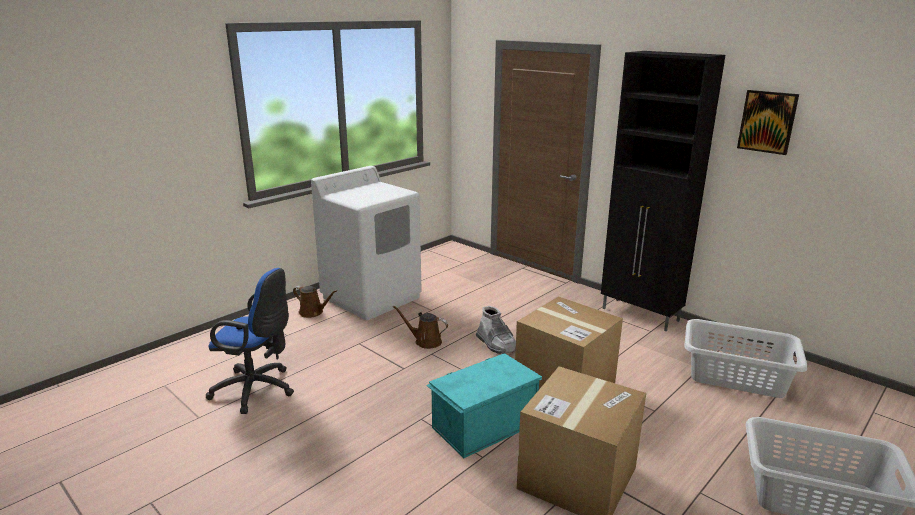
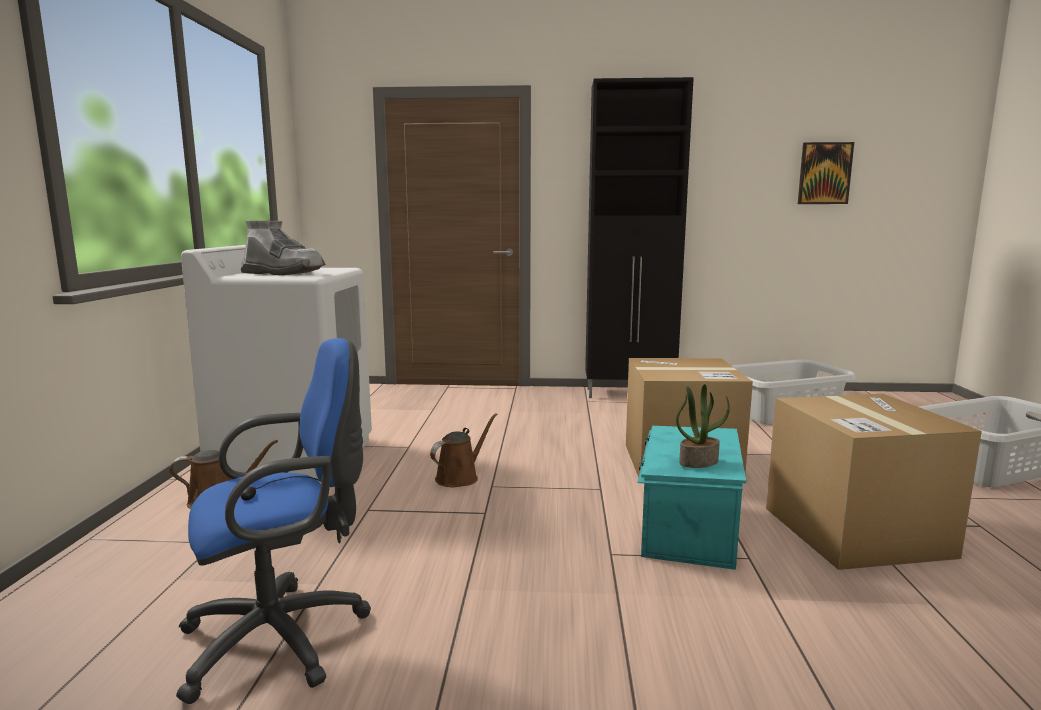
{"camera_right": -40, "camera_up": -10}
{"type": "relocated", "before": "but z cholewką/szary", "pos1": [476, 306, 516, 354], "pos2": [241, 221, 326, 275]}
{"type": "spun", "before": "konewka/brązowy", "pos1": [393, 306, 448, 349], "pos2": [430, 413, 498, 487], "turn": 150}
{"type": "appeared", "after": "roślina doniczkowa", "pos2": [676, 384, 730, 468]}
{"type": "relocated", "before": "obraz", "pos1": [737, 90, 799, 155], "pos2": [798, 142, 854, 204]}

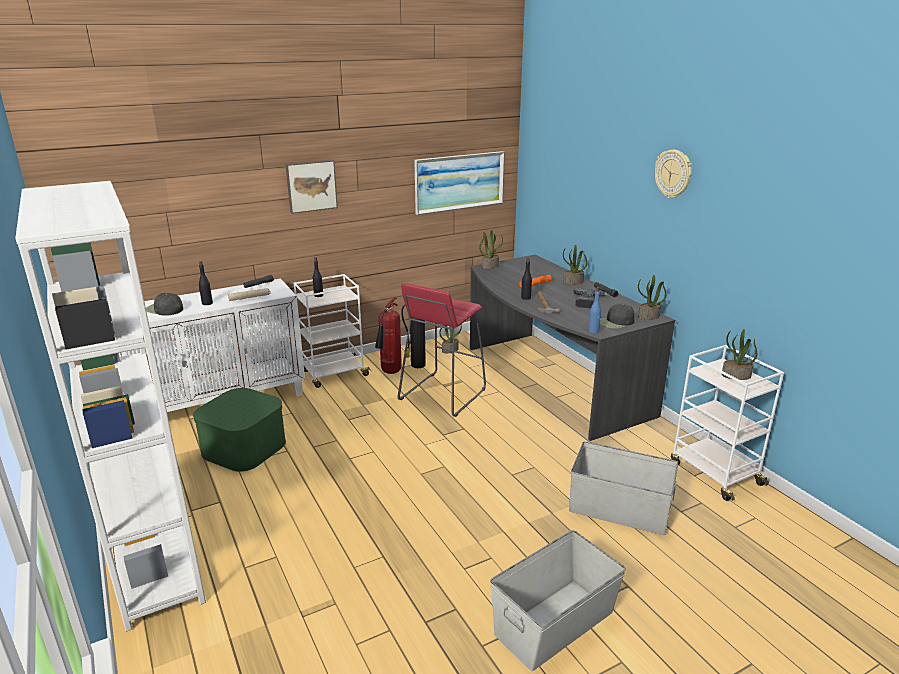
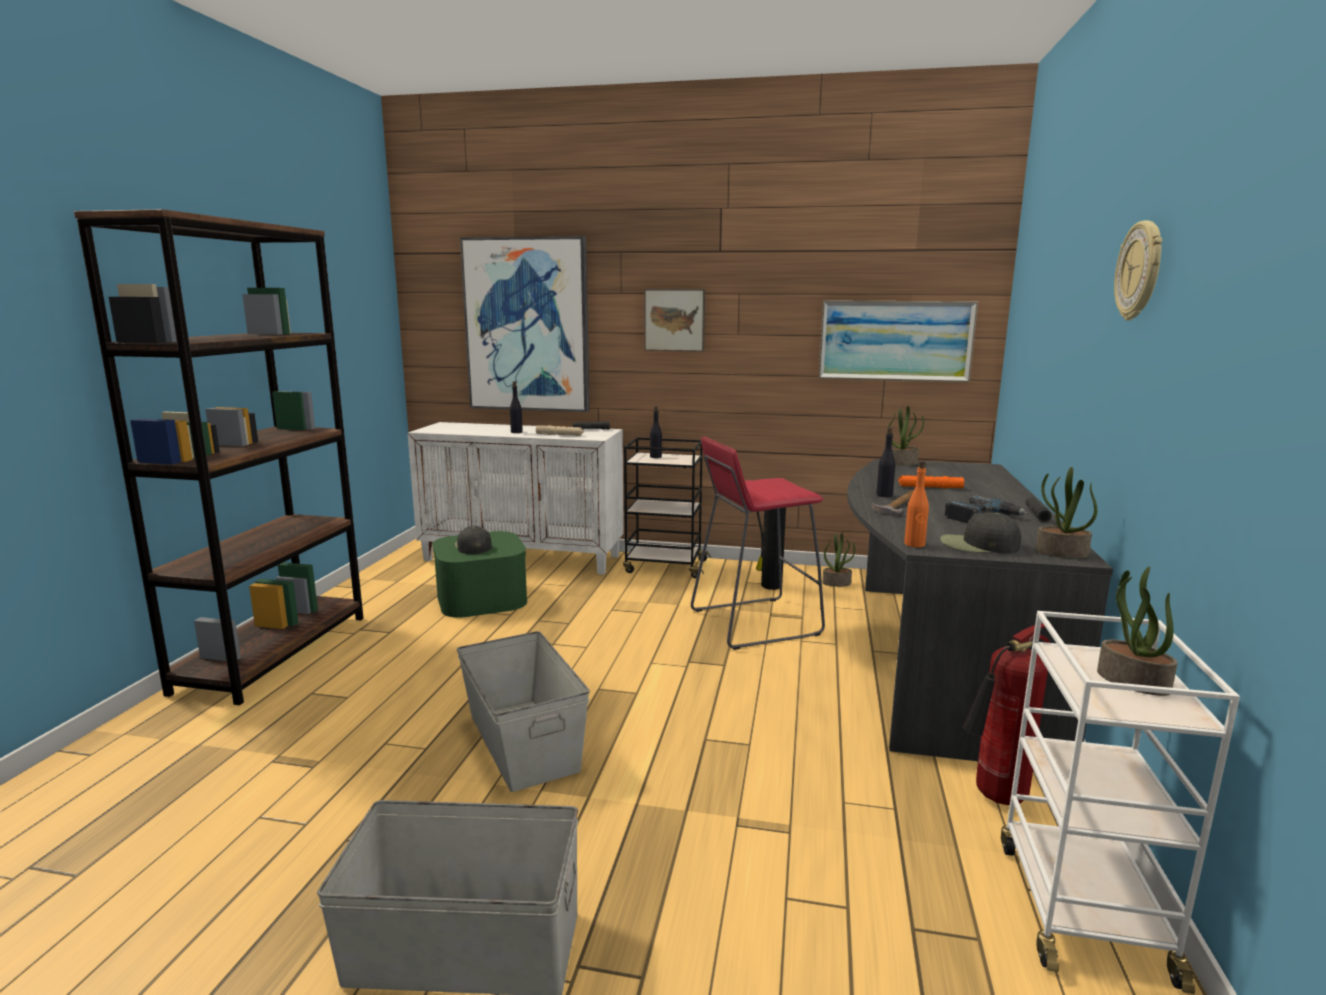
{"camera_right": 40, "camera_up": -10}
{"type": "colour", "before": "regał/biały", "after": "regał/brązowy", "pos1": [15, 181, 206, 632], "pos2": [74, 209, 364, 705]}
{"type": "relocated", "before": "czapka z daszkiem/czarny", "pos1": [146, 293, 183, 316], "pos2": [455, 526, 492, 554]}
{"type": "relocated", "before": "pojemnik do przechowywania/szary", "pos1": [569, 441, 678, 535], "pos2": [457, 631, 590, 792]}
{"type": "appeared", "after": "obraz", "pos2": [460, 236, 590, 412]}
{"type": "colour", "before": "wózek/biały", "after": "wózek/czarny", "pos1": [294, 274, 372, 388], "pos2": [623, 437, 711, 578]}
{"type": "colour", "before": "butelka/niebieski", "after": "butelka/pomarańczowy", "pos1": [588, 287, 601, 333], "pos2": [904, 460, 929, 548]}
{"type": "relocated", "before": "gaśnica", "pos1": [375, 298, 402, 374], "pos2": [963, 623, 1052, 805]}
{"type": "missing", "before": "roślina doniczkowa", "pos1": [563, 244, 587, 285]}

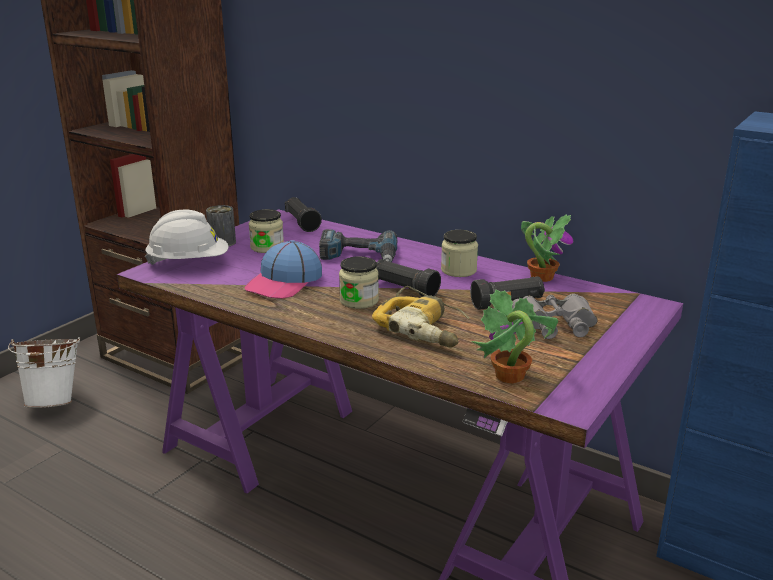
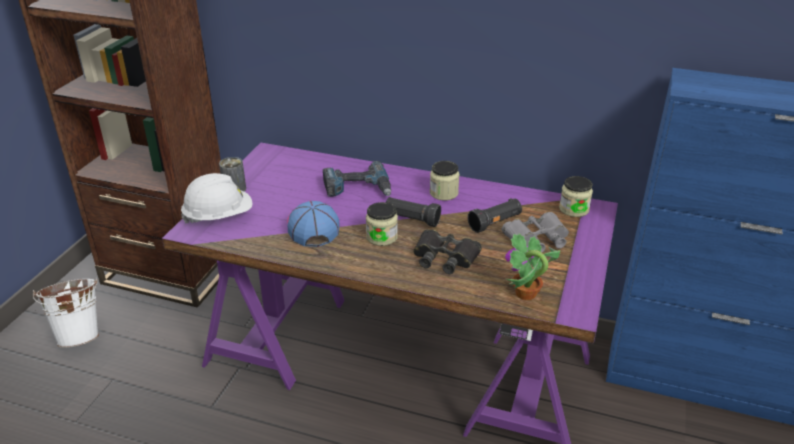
{"camera_right": -15, "camera_up": 10}
{"type": "spun", "before": "czapka z daszkiem", "pos1": [244, 240, 322, 299], "pos2": [287, 201, 340, 247], "turn": 150}
{"type": "exchanged", "before": "wiertarka", "after": "lornetka/czarny", "pos1": [372, 286, 470, 348], "pos2": [413, 230, 482, 274]}
{"type": "relocated", "before": "słoik", "pos1": [249, 209, 284, 253], "pos2": [559, 176, 593, 217]}
{"type": "missing", "before": "latarka/czarny", "pos1": [285, 197, 322, 232]}
{"type": "missing", "before": "roślina doniczkowa", "pos1": [521, 214, 573, 282]}

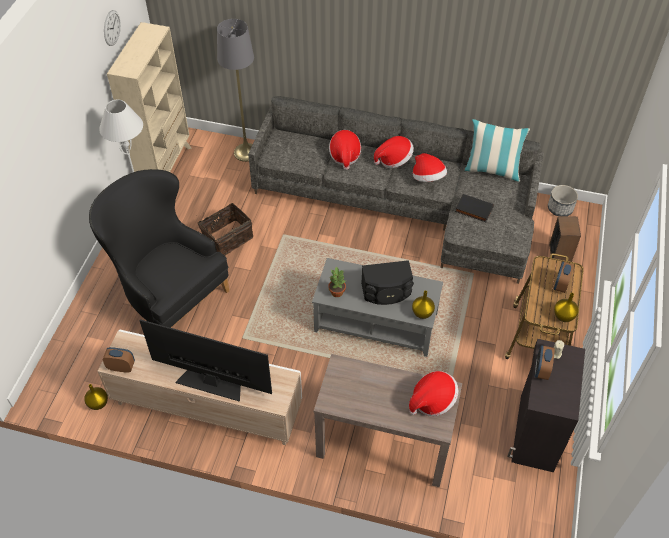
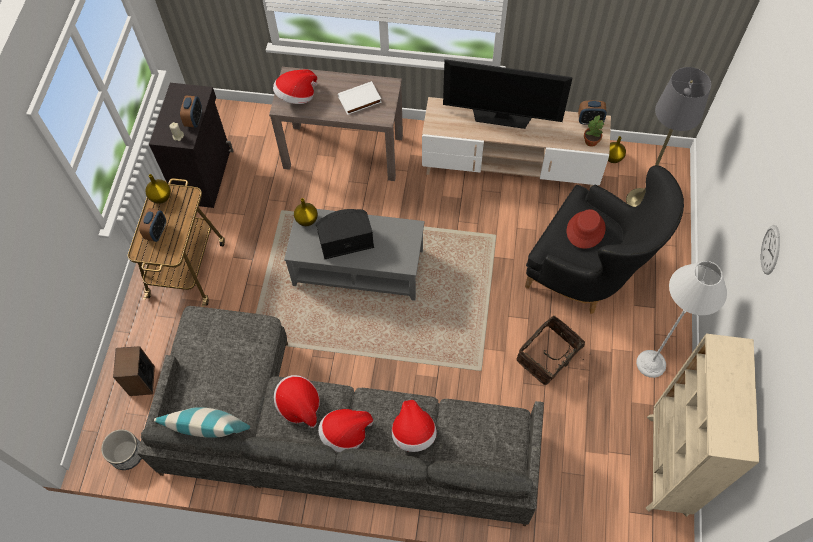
{"camera_right": 175, "camera_up": 10}
{"type": "appeared", "after": "książka/biały", "pos2": [338, 81, 382, 115]}
{"type": "appeared", "after": "kapelusz/czerwony", "pos2": [567, 209, 606, 249]}
{"type": "relocated", "before": "roślina doniczkowa", "pos1": [329, 266, 346, 297], "pos2": [584, 115, 605, 147]}
{"type": "relocated", "before": "lampa stojąca/szary", "pos1": [217, 19, 254, 162], "pos2": [626, 67, 711, 207]}
{"type": "relocated", "before": "zegar ścienny", "pos1": [104, 10, 121, 46], "pos2": [761, 225, 780, 275]}
{"type": "missing", "before": "książka/czarny", "pos1": [455, 194, 494, 222]}

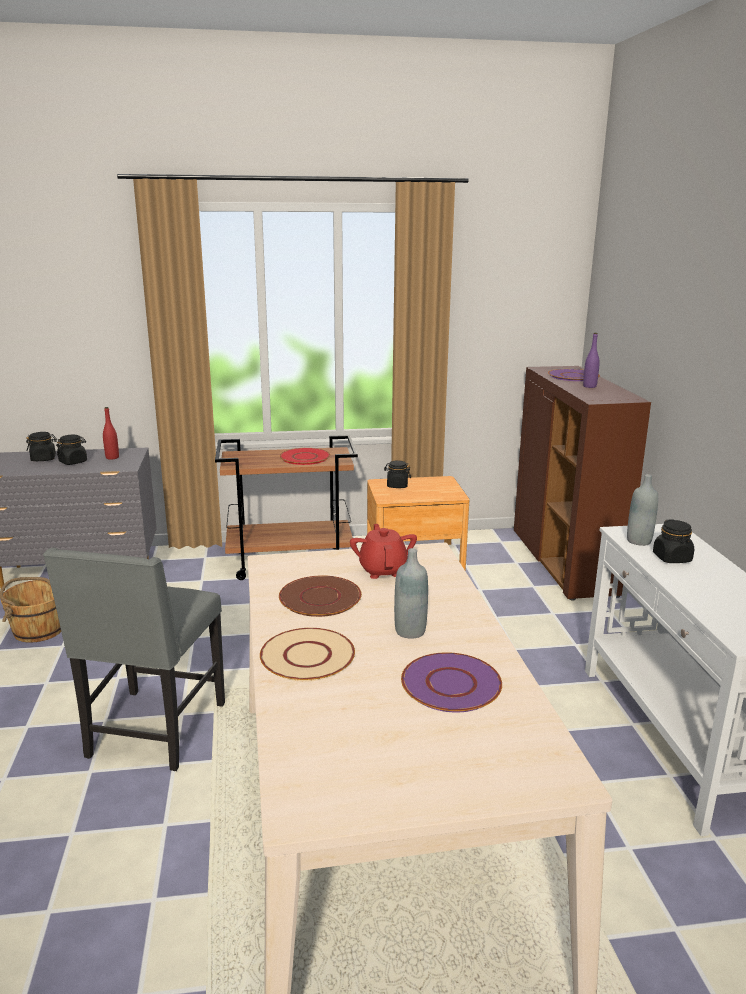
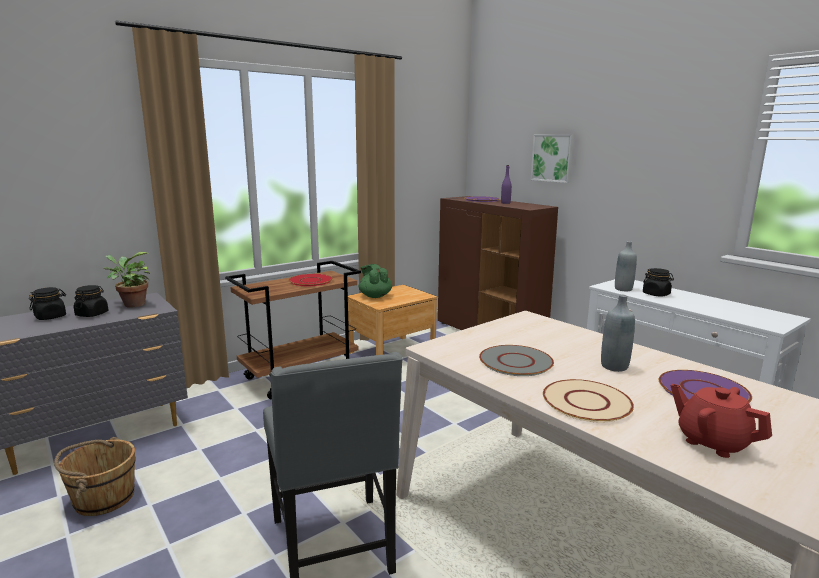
{"camera_right": -30, "camera_up": -5}
{"type": "exchanged", "before": "butelka/czerwony", "after": "roślina doniczkowa", "pos1": [103, 407, 119, 460], "pos2": [104, 252, 150, 308]}
{"type": "exchanged", "before": "słoik/czarny", "after": "imbryk/zielony", "pos1": [384, 461, 411, 488], "pos2": [359, 264, 392, 298]}
{"type": "colour", "before": "talerz/brązowy", "after": "talerz/szary", "pos1": [279, 575, 362, 617], "pos2": [479, 345, 554, 376]}
{"type": "appeared", "after": "obraz", "pos2": [531, 134, 575, 183]}
{"type": "relocated", "before": "imbryk/czerwony", "pos1": [350, 524, 417, 579], "pos2": [671, 384, 772, 458]}

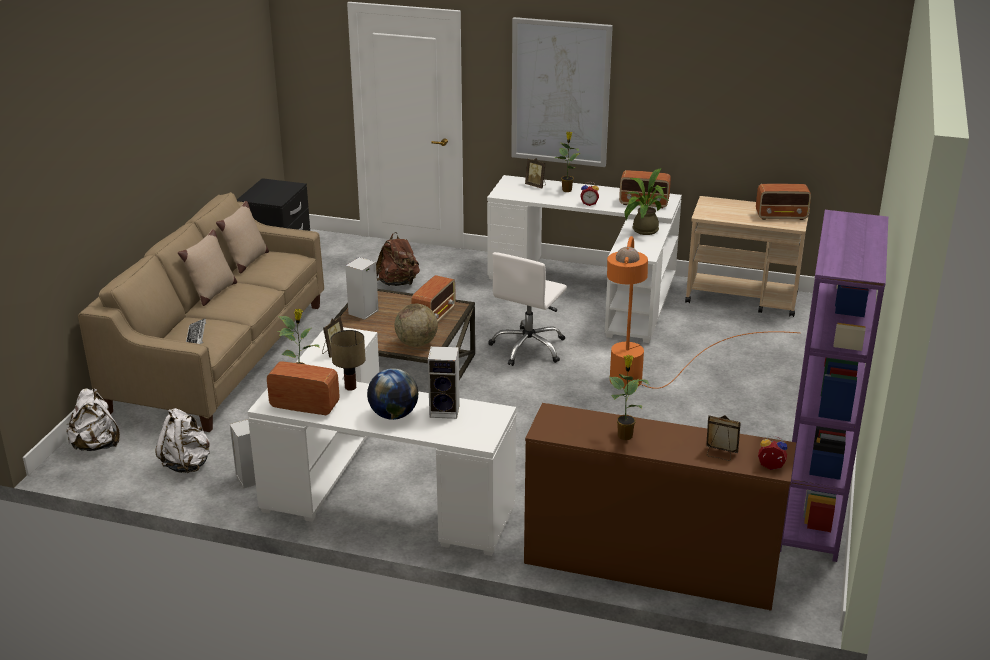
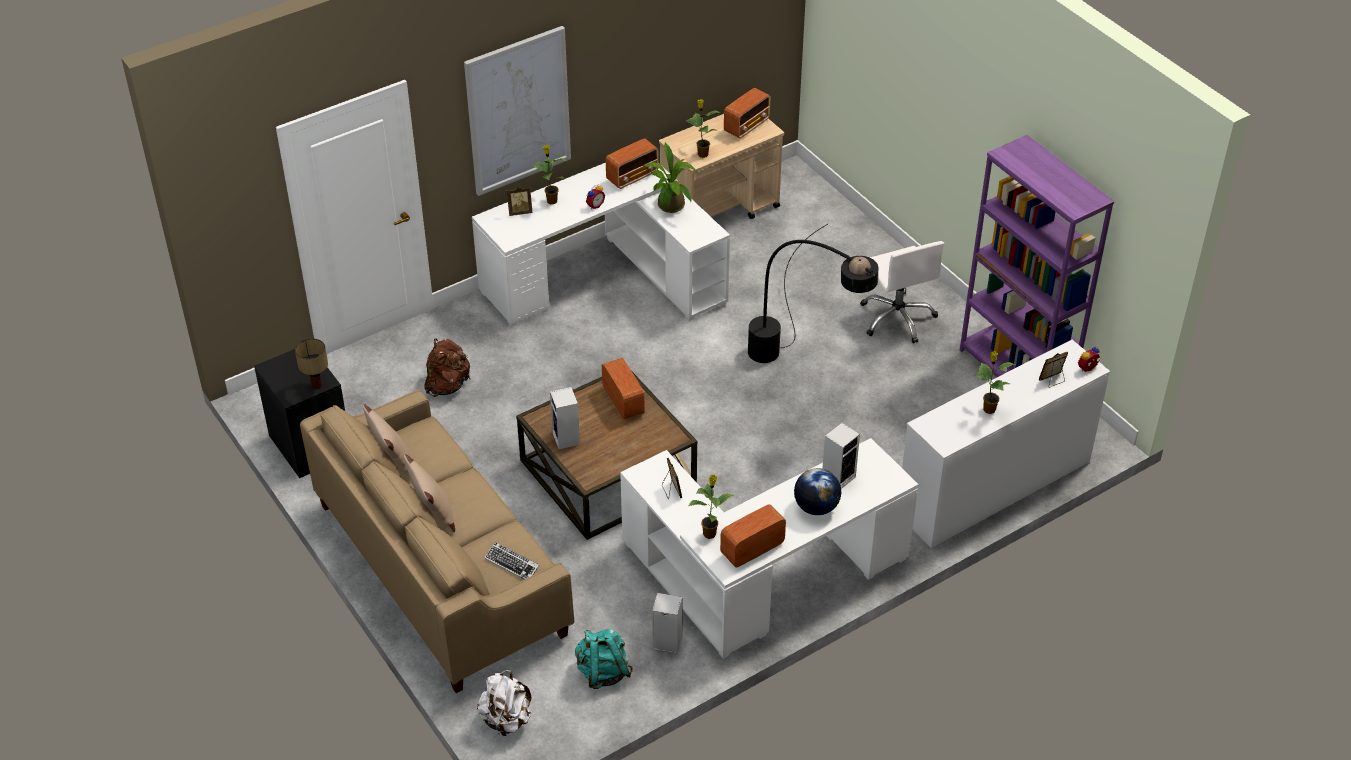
{"camera_right": -50, "camera_up": 15}
{"type": "relocated", "before": "lampa stołowa", "pos1": [330, 330, 365, 391], "pos2": [295, 338, 328, 389]}
{"type": "colour", "before": "plecak/biały", "after": "plecak/turkusowy", "pos1": [155, 408, 210, 473], "pos2": [575, 628, 633, 689]}
{"type": "appeared", "after": "roślina doniczkowa", "pos2": [686, 99, 721, 158]}
{"type": "colour", "before": "lampa stojąca/pomarańczowy", "after": "lampa stojąca/czarny", "pos1": [607, 236, 799, 389], "pos2": [748, 224, 878, 363]}
{"type": "relocated", "before": "krzesło biurowe/biały", "pos1": [488, 252, 567, 366], "pos2": [860, 241, 944, 344]}
{"type": "colour", "before": "komoda/brązowy", "after": "komoda/biały", "pos1": [524, 403, 796, 611], "pos2": [902, 340, 1110, 548]}
{"type": "missing", "before": "globus", "pos1": [395, 304, 438, 347]}

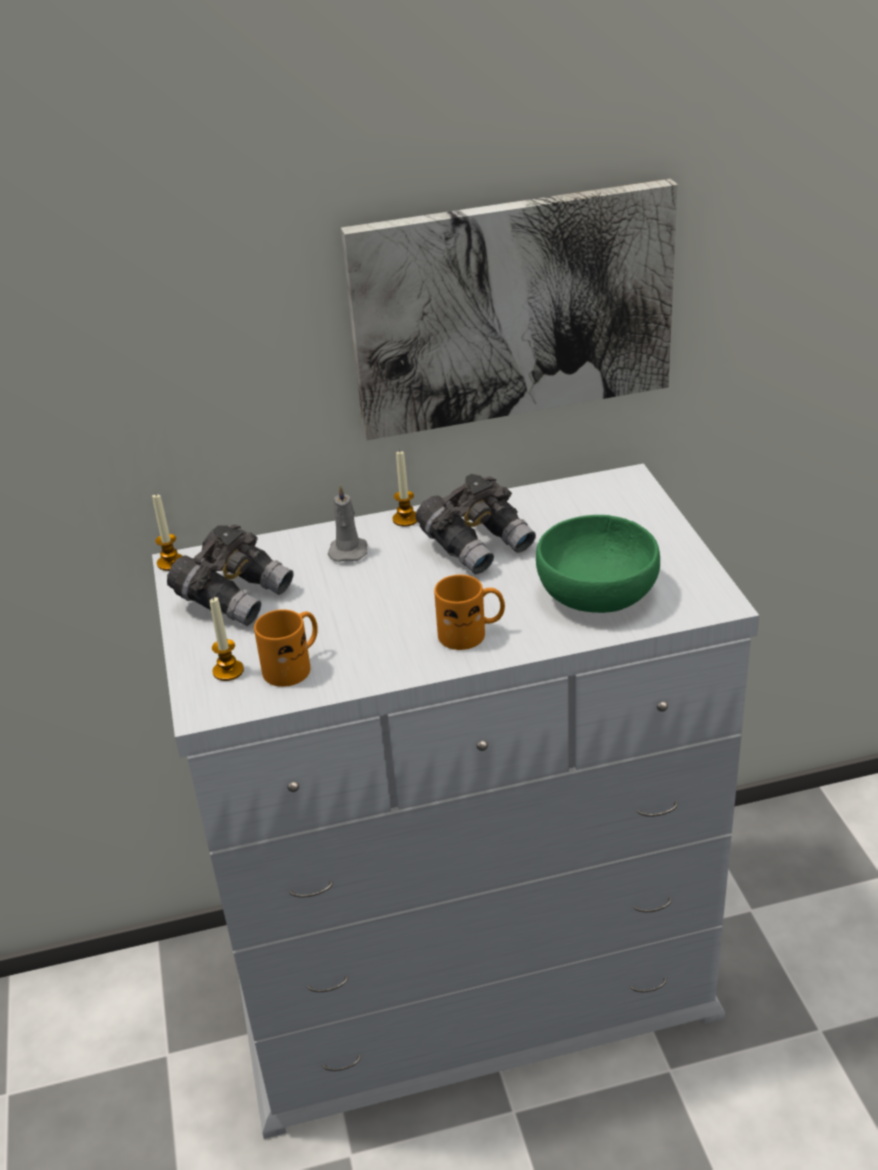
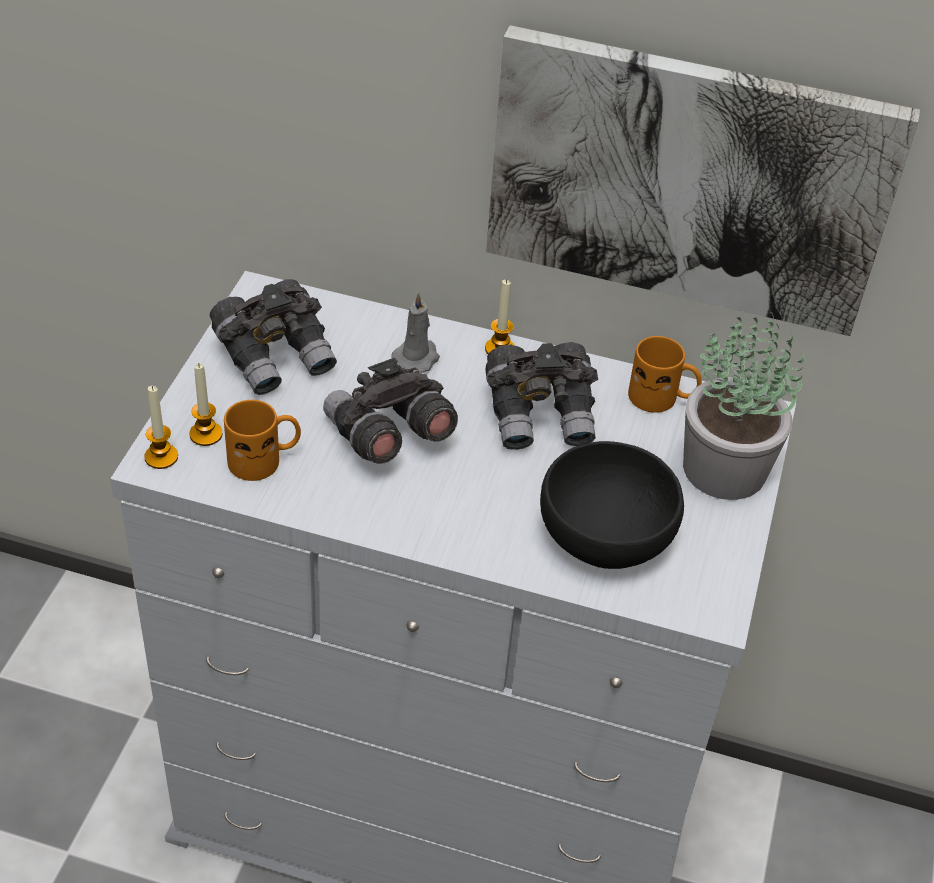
{"camera_right": 25, "camera_up": 10}
{"type": "relocated", "before": "świeca", "pos1": [152, 493, 182, 571], "pos2": [144, 386, 178, 469]}
{"type": "appeared", "after": "lornetka/szary", "pos2": [323, 358, 458, 464]}
{"type": "colour", "before": "miska/zielony", "after": "miska/czarny", "pos1": [536, 515, 660, 613], "pos2": [540, 441, 684, 569]}
{"type": "relocated", "before": "kubek/pomarańczowy", "pos1": [434, 575, 505, 650], "pos2": [628, 336, 702, 413]}
{"type": "appeared", "after": "roślina doniczkowa", "pos2": [683, 312, 805, 500]}

